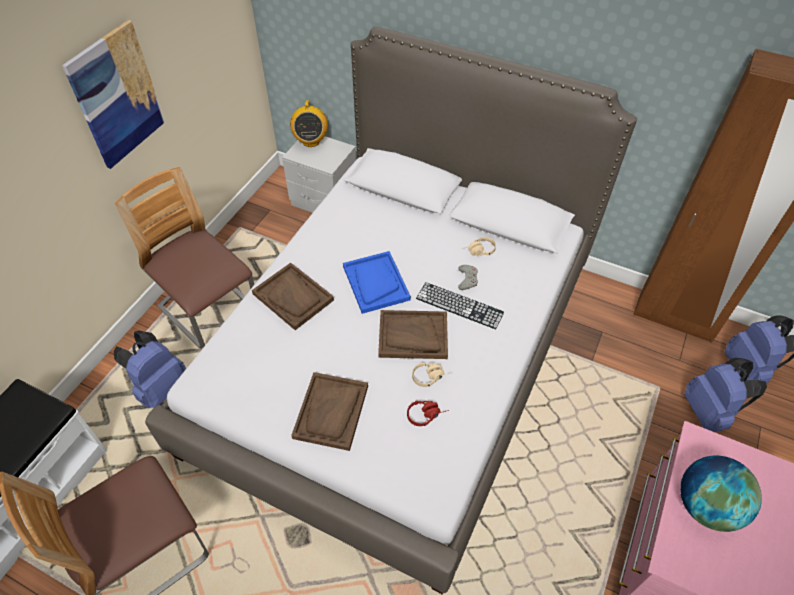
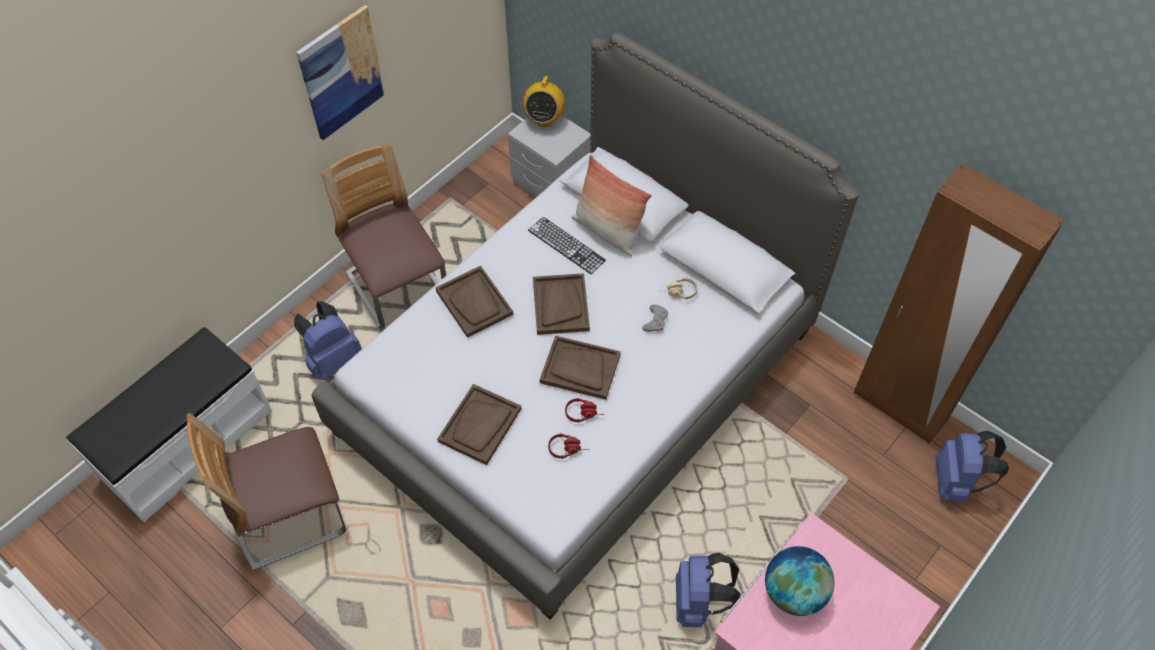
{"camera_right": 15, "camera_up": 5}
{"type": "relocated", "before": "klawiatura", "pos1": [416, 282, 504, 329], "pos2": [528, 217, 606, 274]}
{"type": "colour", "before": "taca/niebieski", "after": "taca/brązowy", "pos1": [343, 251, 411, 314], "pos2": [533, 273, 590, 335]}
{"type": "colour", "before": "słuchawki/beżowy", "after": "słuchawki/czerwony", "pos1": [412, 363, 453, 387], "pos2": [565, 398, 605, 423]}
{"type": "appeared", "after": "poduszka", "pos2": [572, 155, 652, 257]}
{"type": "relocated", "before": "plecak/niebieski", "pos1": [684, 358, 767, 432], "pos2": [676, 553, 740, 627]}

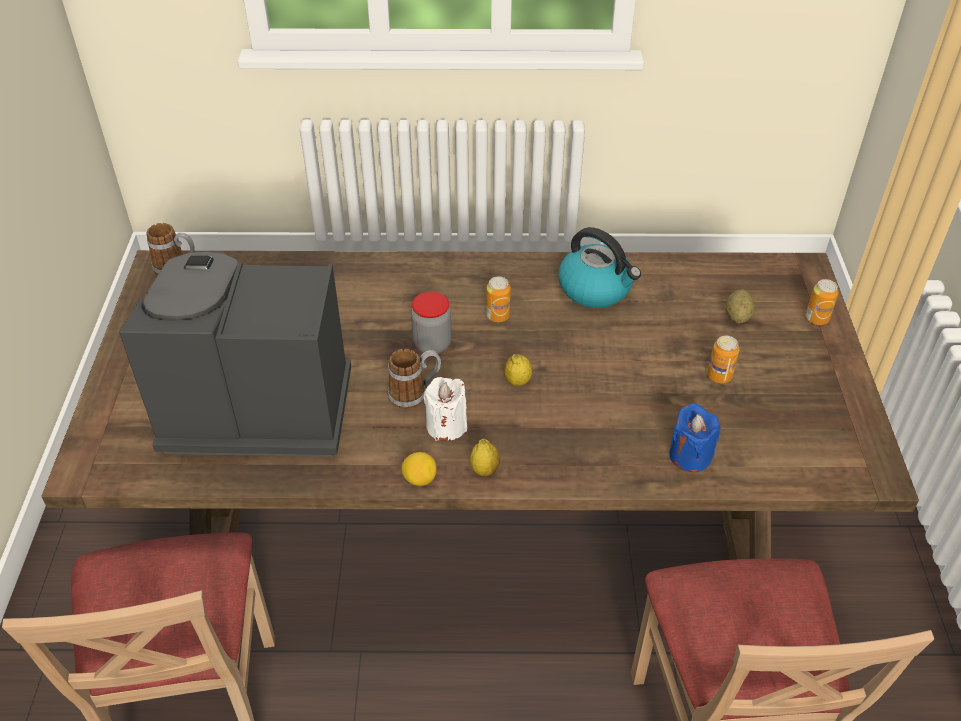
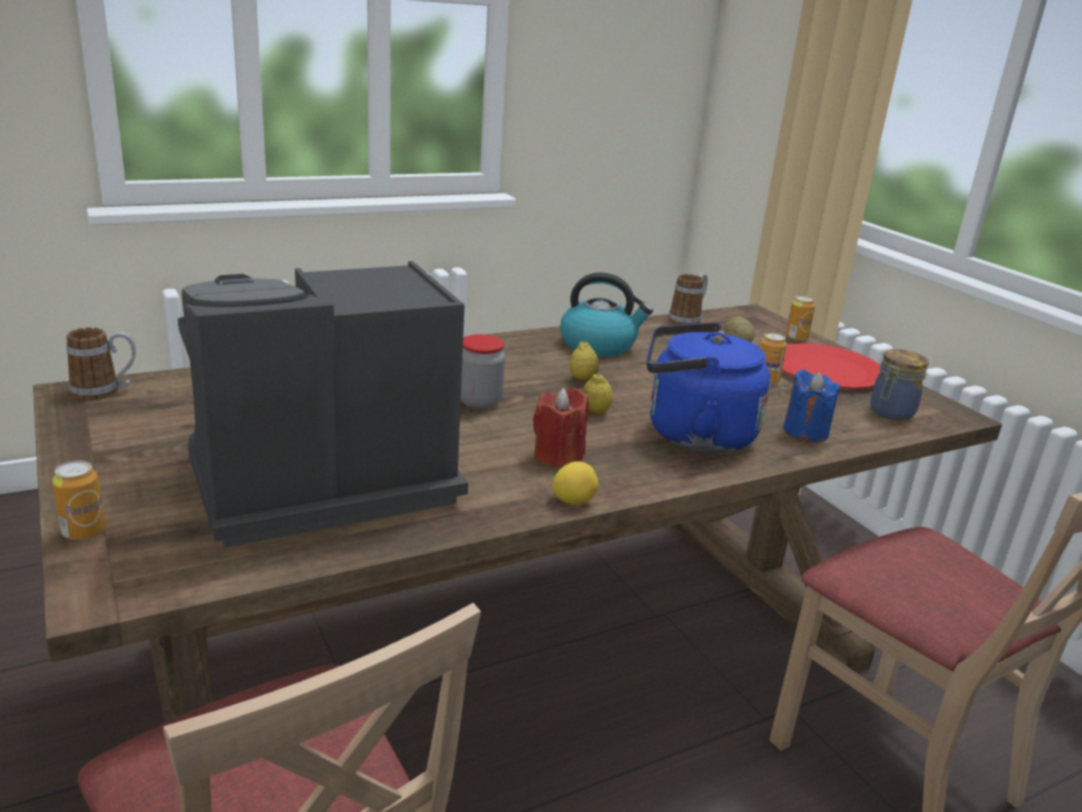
{"camera_right": -30, "camera_up": -20}
{"type": "relocated", "before": "puszka", "pos1": [486, 276, 511, 322], "pos2": [52, 460, 106, 540]}
{"type": "colour", "before": "świeca/biały", "after": "świeca/czerwony", "pos1": [423, 377, 467, 441], "pos2": [533, 388, 589, 468]}
{"type": "relocated", "before": "cytryna", "pos1": [470, 439, 500, 476], "pos2": [570, 341, 599, 382]}
{"type": "appeared", "after": "czajnik/niebieski", "pos2": [646, 322, 771, 453]}
{"type": "relocated", "before": "kubek", "pos1": [388, 349, 441, 409], "pos2": [668, 274, 708, 325]}
{"type": "appeared", "after": "talerz/czerwony", "pos2": [782, 343, 881, 389]}
{"type": "appeared", "after": "słoik", "pos2": [870, 349, 929, 421]}

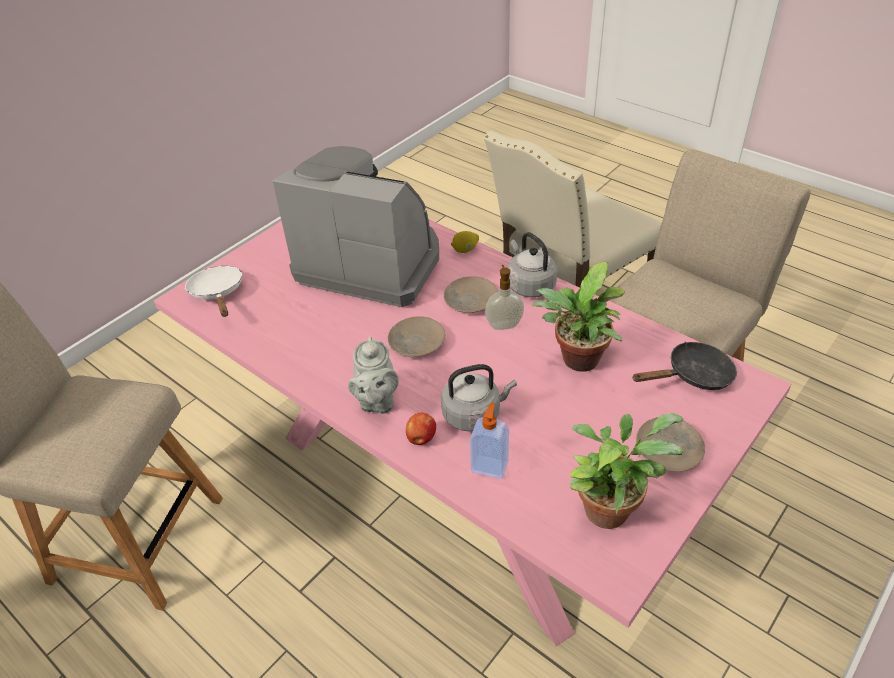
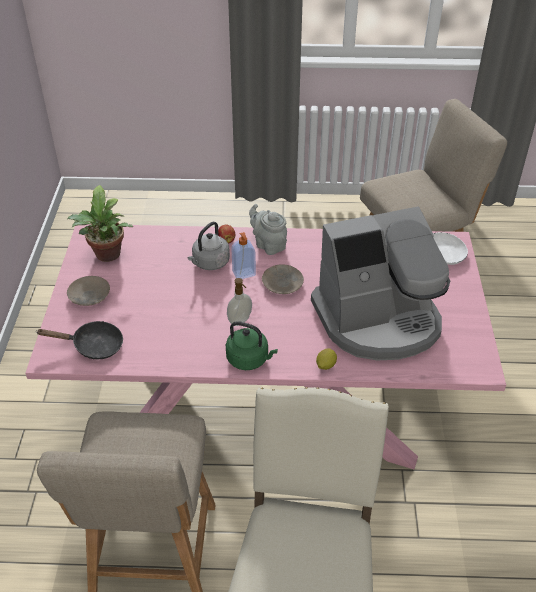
{"camera_right": 140, "camera_up": 0}
{"type": "spun", "before": "patelnia/czarny", "pos1": [632, 342, 737, 390], "pos2": [36, 321, 123, 359], "turn": -120}
{"type": "colour", "before": "czajnik/szary", "after": "czajnik/zielony", "pos1": [508, 232, 557, 297], "pos2": [226, 321, 278, 370]}
{"type": "relocated", "before": "dozownik mydła", "pos1": [470, 403, 509, 479], "pos2": [231, 232, 256, 279]}
{"type": "missing", "before": "talerz/beżowy", "pos1": [444, 276, 498, 313]}
{"type": "missing", "before": "roślina doniczkowa", "pos1": [531, 262, 625, 372]}

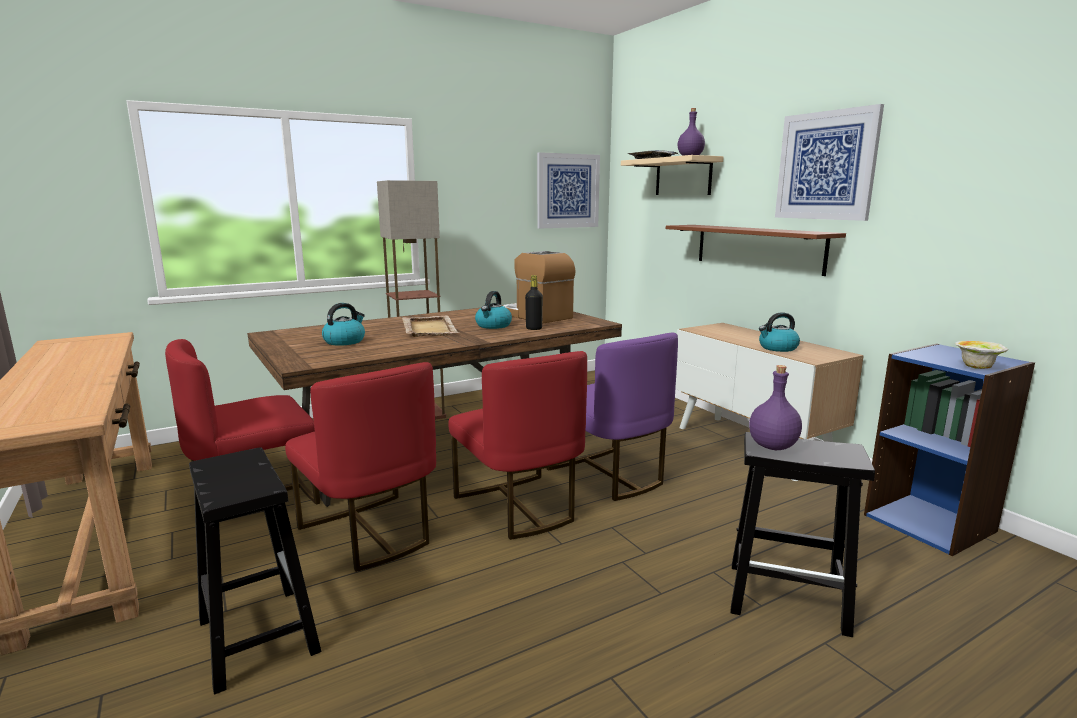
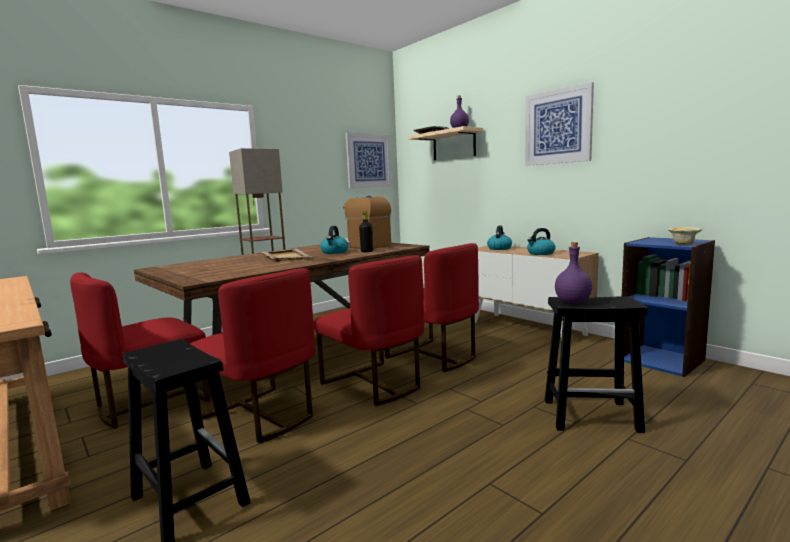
{"camera_right": -10, "camera_up": -5}
{"type": "colour", "before": "krzesło/fioletowy", "after": "krzesło/czerwony", "pos1": [546, 333, 678, 501], "pos2": [385, 243, 479, 372]}
{"type": "relocated", "before": "czajnik", "pos1": [322, 303, 365, 346], "pos2": [487, 226, 512, 250]}
{"type": "missing", "before": "półka/brązowy", "pos1": [666, 225, 846, 276]}

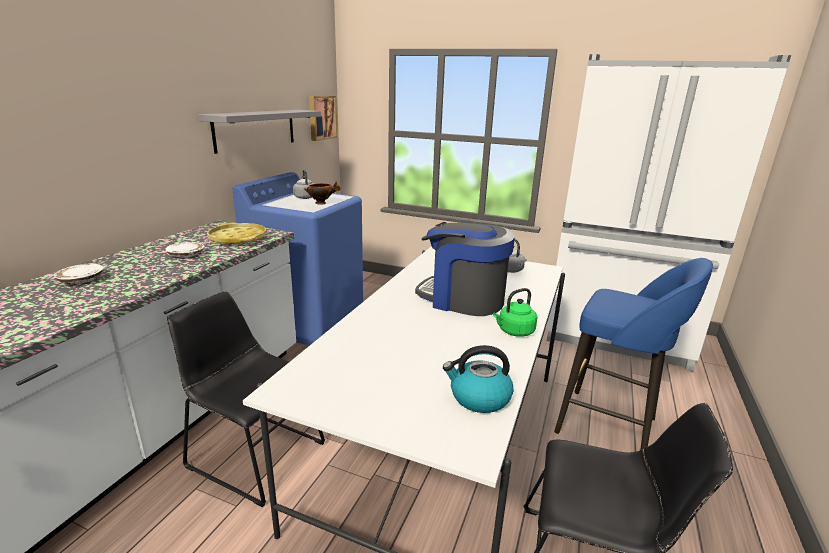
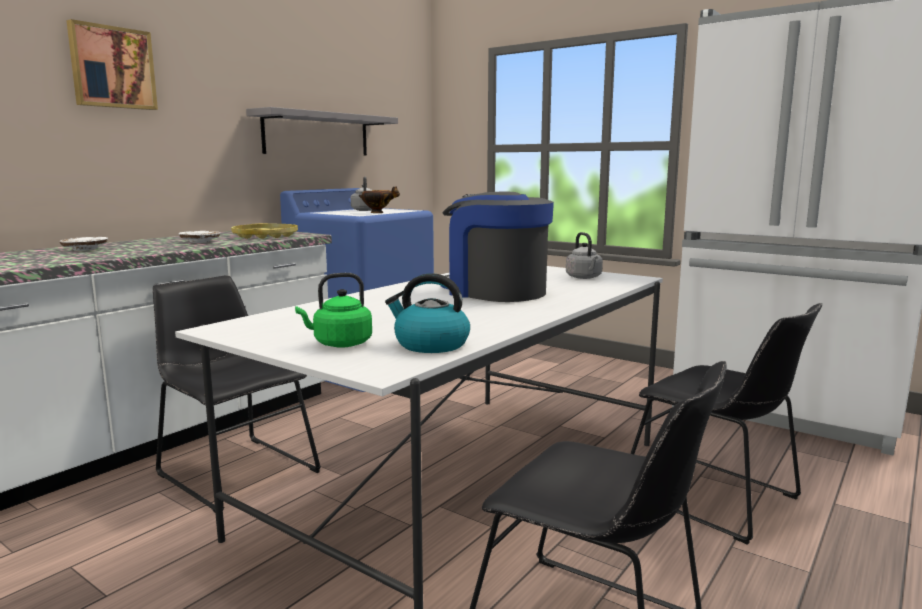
{"camera_right": 15, "camera_up": -10}
{"type": "relocated", "before": "obraz", "pos1": [309, 96, 338, 141], "pos2": [66, 19, 158, 110]}
{"type": "relocated", "before": "czajnik/zielony", "pos1": [493, 288, 537, 337], "pos2": [295, 273, 372, 348]}
{"type": "exchanged", "before": "stołek/niebieski", "after": "krzesło/czarny", "pos1": [554, 258, 713, 450], "pos2": [631, 303, 822, 545]}

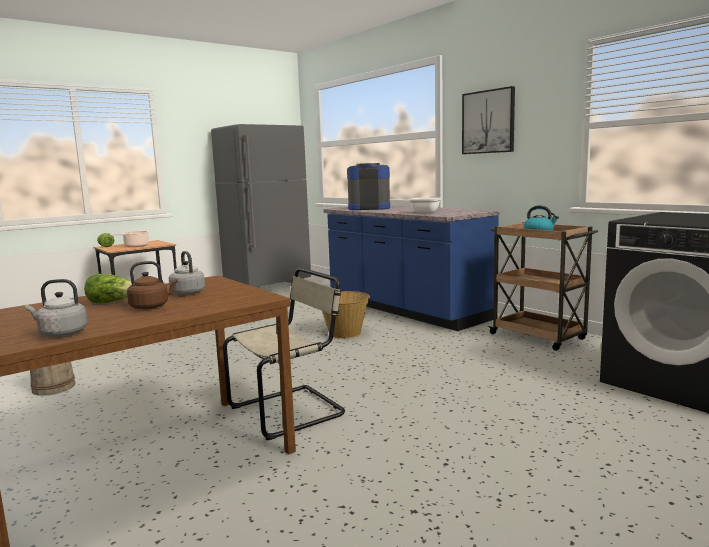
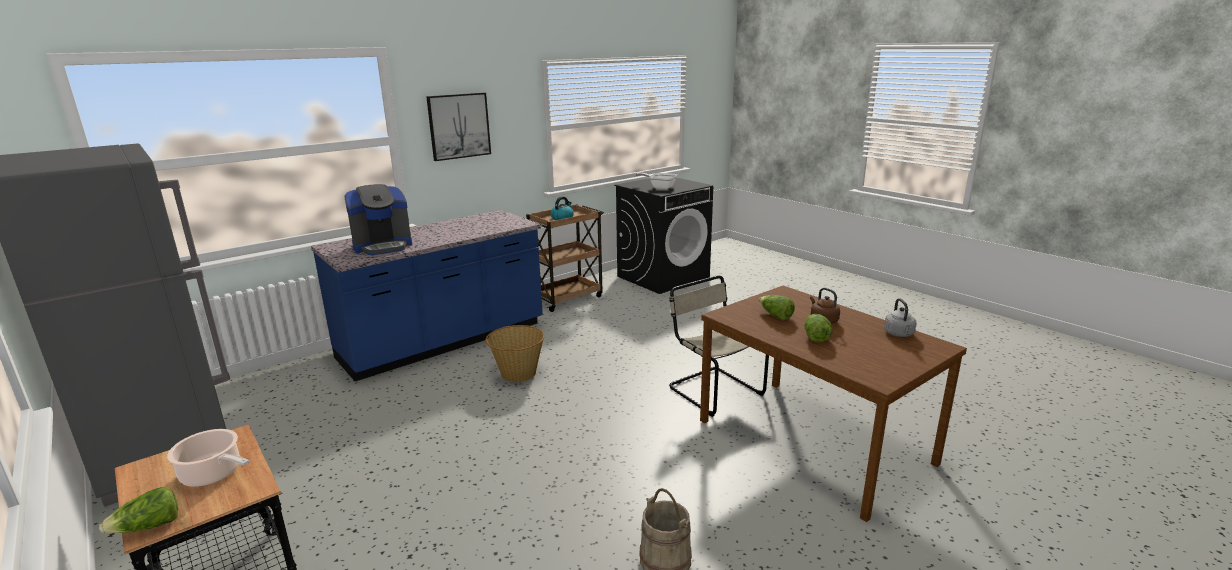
{"camera_right": -90, "camera_up": 10}
{"type": "spun", "before": "ekspres do kawy", "pos1": [347, 163, 390, 210], "pos2": [344, 184, 412, 255], "turn": -120}
{"type": "relocated", "before": "patelnia", "pos1": [409, 195, 441, 214], "pos2": [635, 173, 677, 189]}
{"type": "exchanged", "before": "czajnik/szary", "after": "sałata", "pos1": [169, 251, 205, 295], "pos2": [759, 295, 795, 320]}

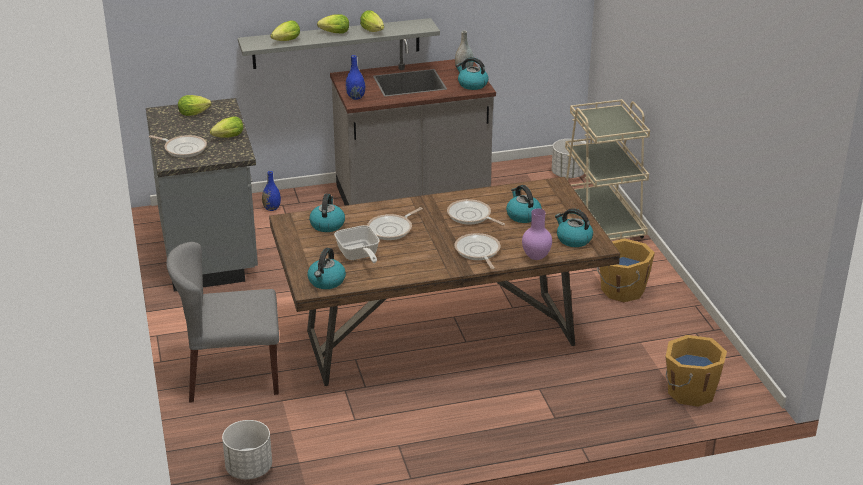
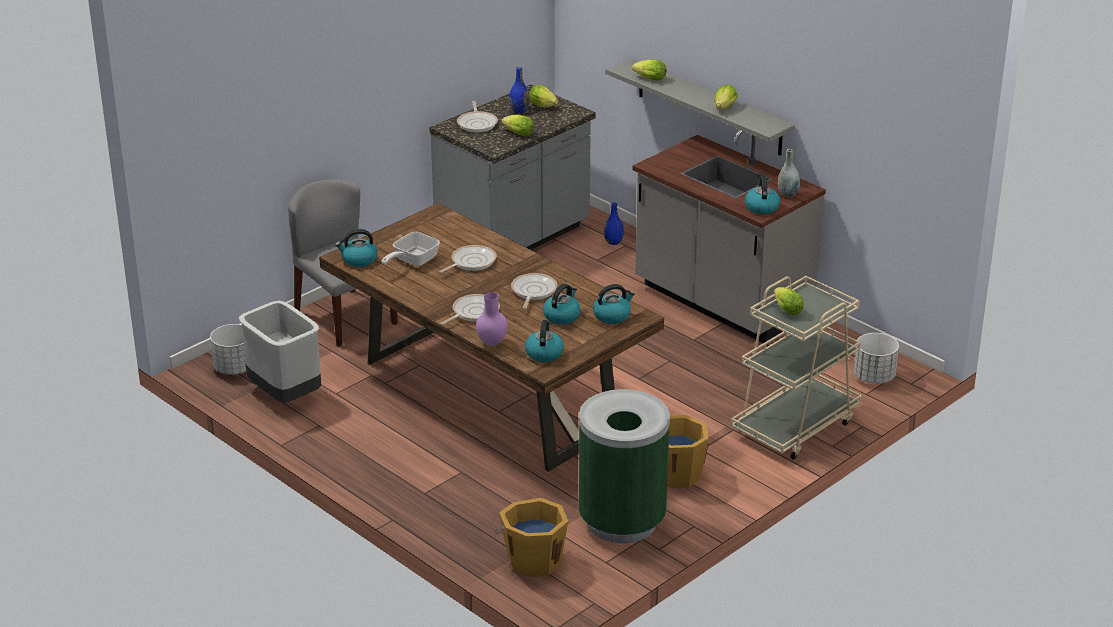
{"camera_right": 60, "camera_up": 0}
{"type": "appeared", "after": "kosz na śmieci/szary", "pos2": [239, 301, 321, 403]}
{"type": "spun", "before": "patelnia", "pos1": [367, 207, 423, 240], "pos2": [439, 245, 497, 273], "turn": 120}
{"type": "relocated", "before": "wazon/niebieski", "pos1": [346, 55, 365, 100], "pos2": [509, 67, 530, 113]}
{"type": "appeared", "after": "kosz na śmieci/zielony", "pos2": [579, 389, 670, 543]}
{"type": "relocated", "before": "czajnik", "pos1": [309, 194, 345, 232], "pos2": [593, 284, 635, 324]}
{"type": "relocated", "before": "sałata", "pos1": [317, 14, 349, 34], "pos2": [774, 287, 803, 315]}

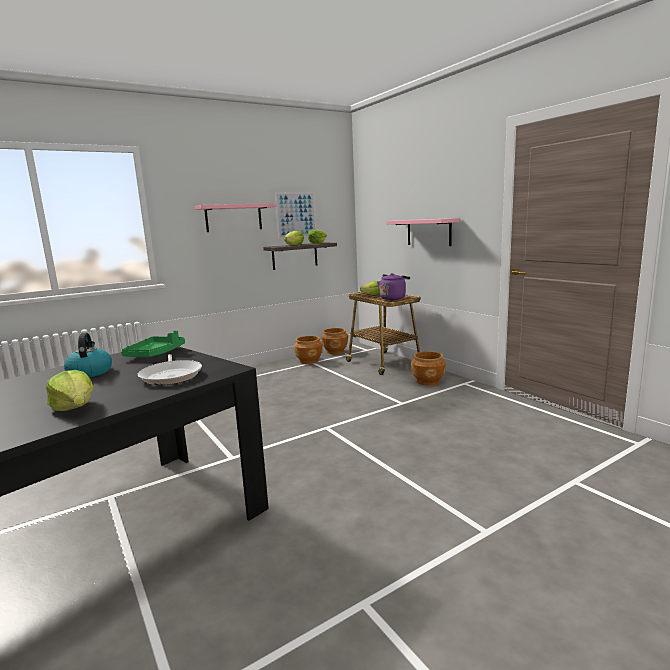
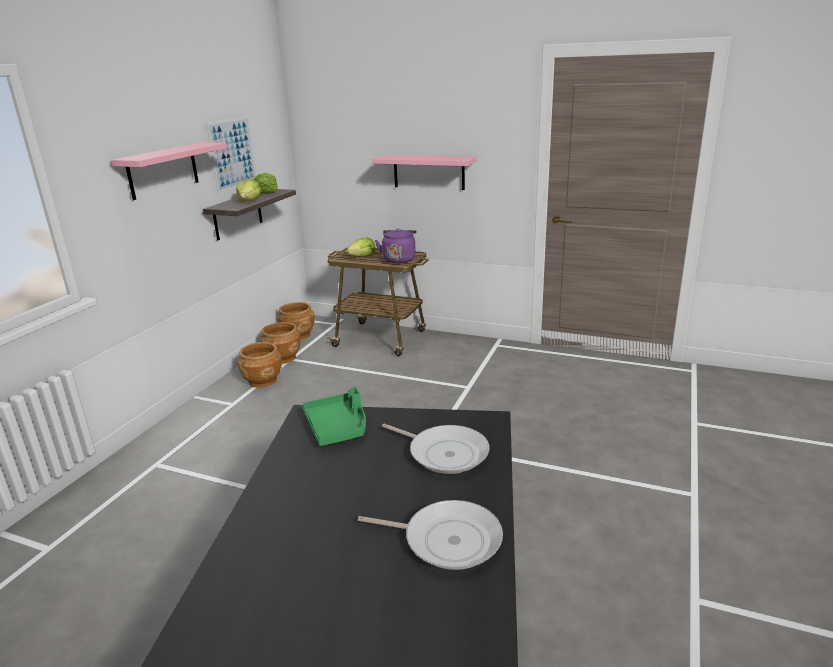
{"camera_right": -35, "camera_up": 10}
{"type": "relocated", "before": "donica/brązowy", "pos1": [411, 351, 446, 386], "pos2": [238, 342, 282, 388]}
{"type": "exchanged", "before": "sałata", "after": "patelnia", "pos1": [46, 370, 94, 411], "pos2": [358, 500, 503, 570]}
{"type": "missing", "before": "czajnik", "pos1": [64, 333, 112, 377]}

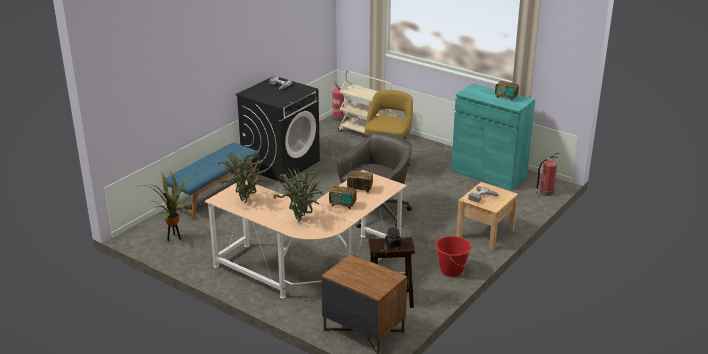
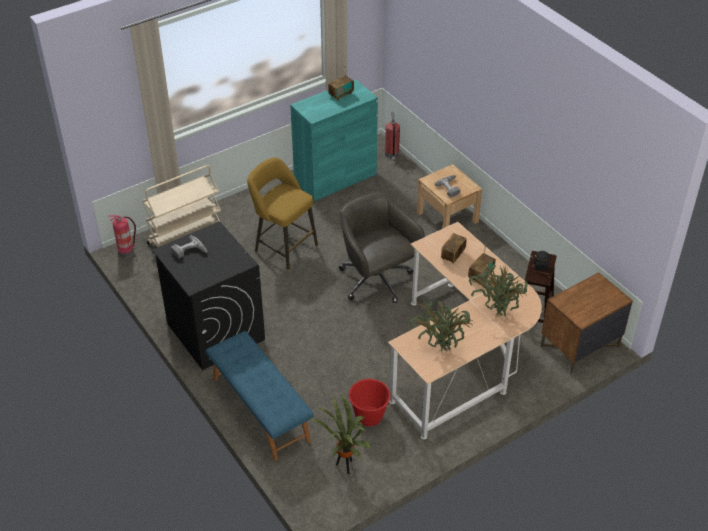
{"camera_right": -70, "camera_up": 15}
{"type": "relocated", "before": "wiadro/czerwony", "pos1": [435, 236, 472, 277], "pos2": [349, 379, 391, 426]}

